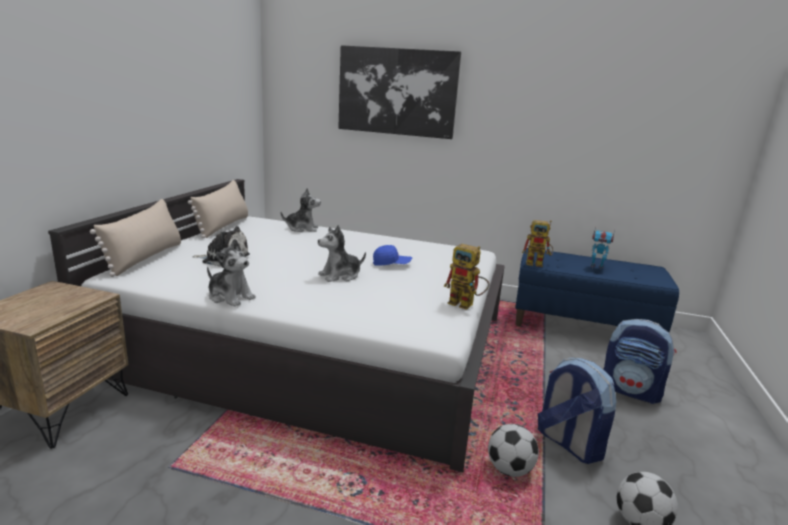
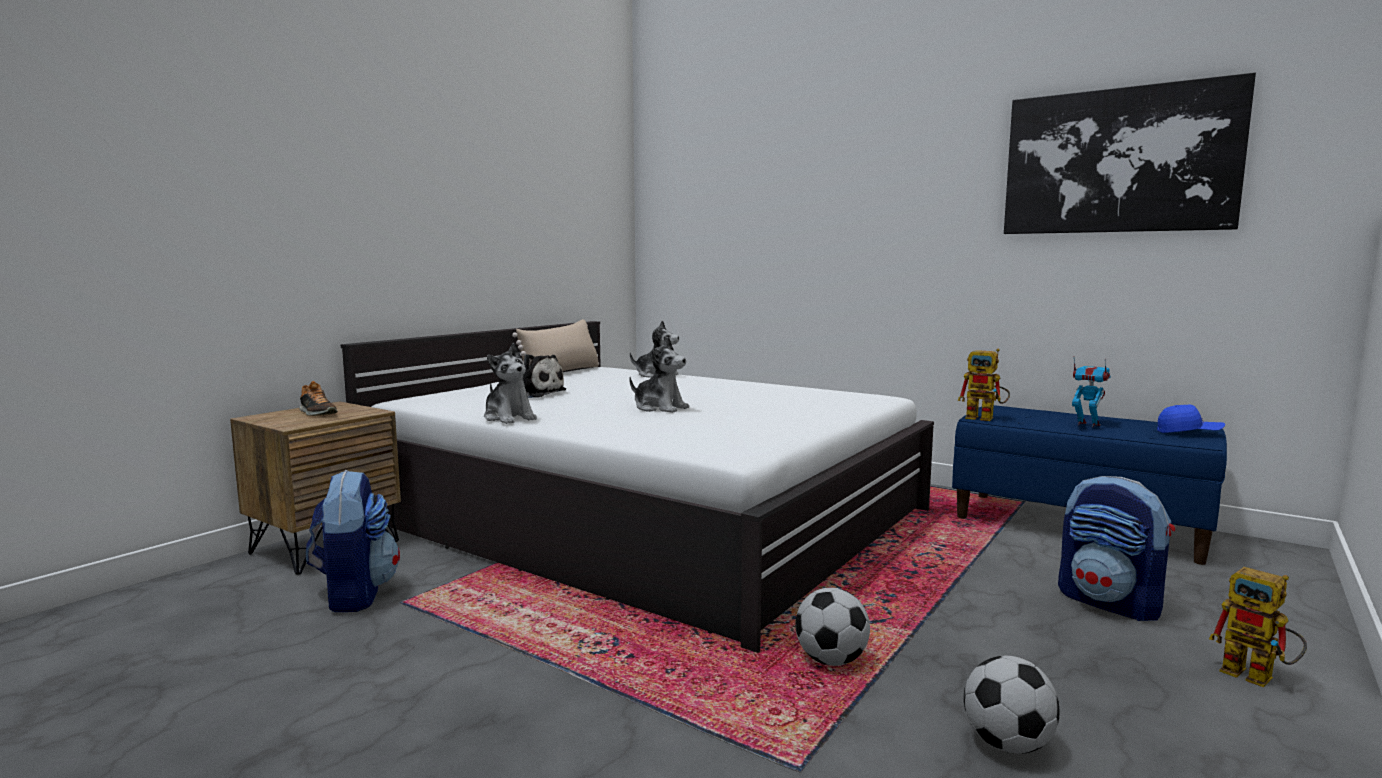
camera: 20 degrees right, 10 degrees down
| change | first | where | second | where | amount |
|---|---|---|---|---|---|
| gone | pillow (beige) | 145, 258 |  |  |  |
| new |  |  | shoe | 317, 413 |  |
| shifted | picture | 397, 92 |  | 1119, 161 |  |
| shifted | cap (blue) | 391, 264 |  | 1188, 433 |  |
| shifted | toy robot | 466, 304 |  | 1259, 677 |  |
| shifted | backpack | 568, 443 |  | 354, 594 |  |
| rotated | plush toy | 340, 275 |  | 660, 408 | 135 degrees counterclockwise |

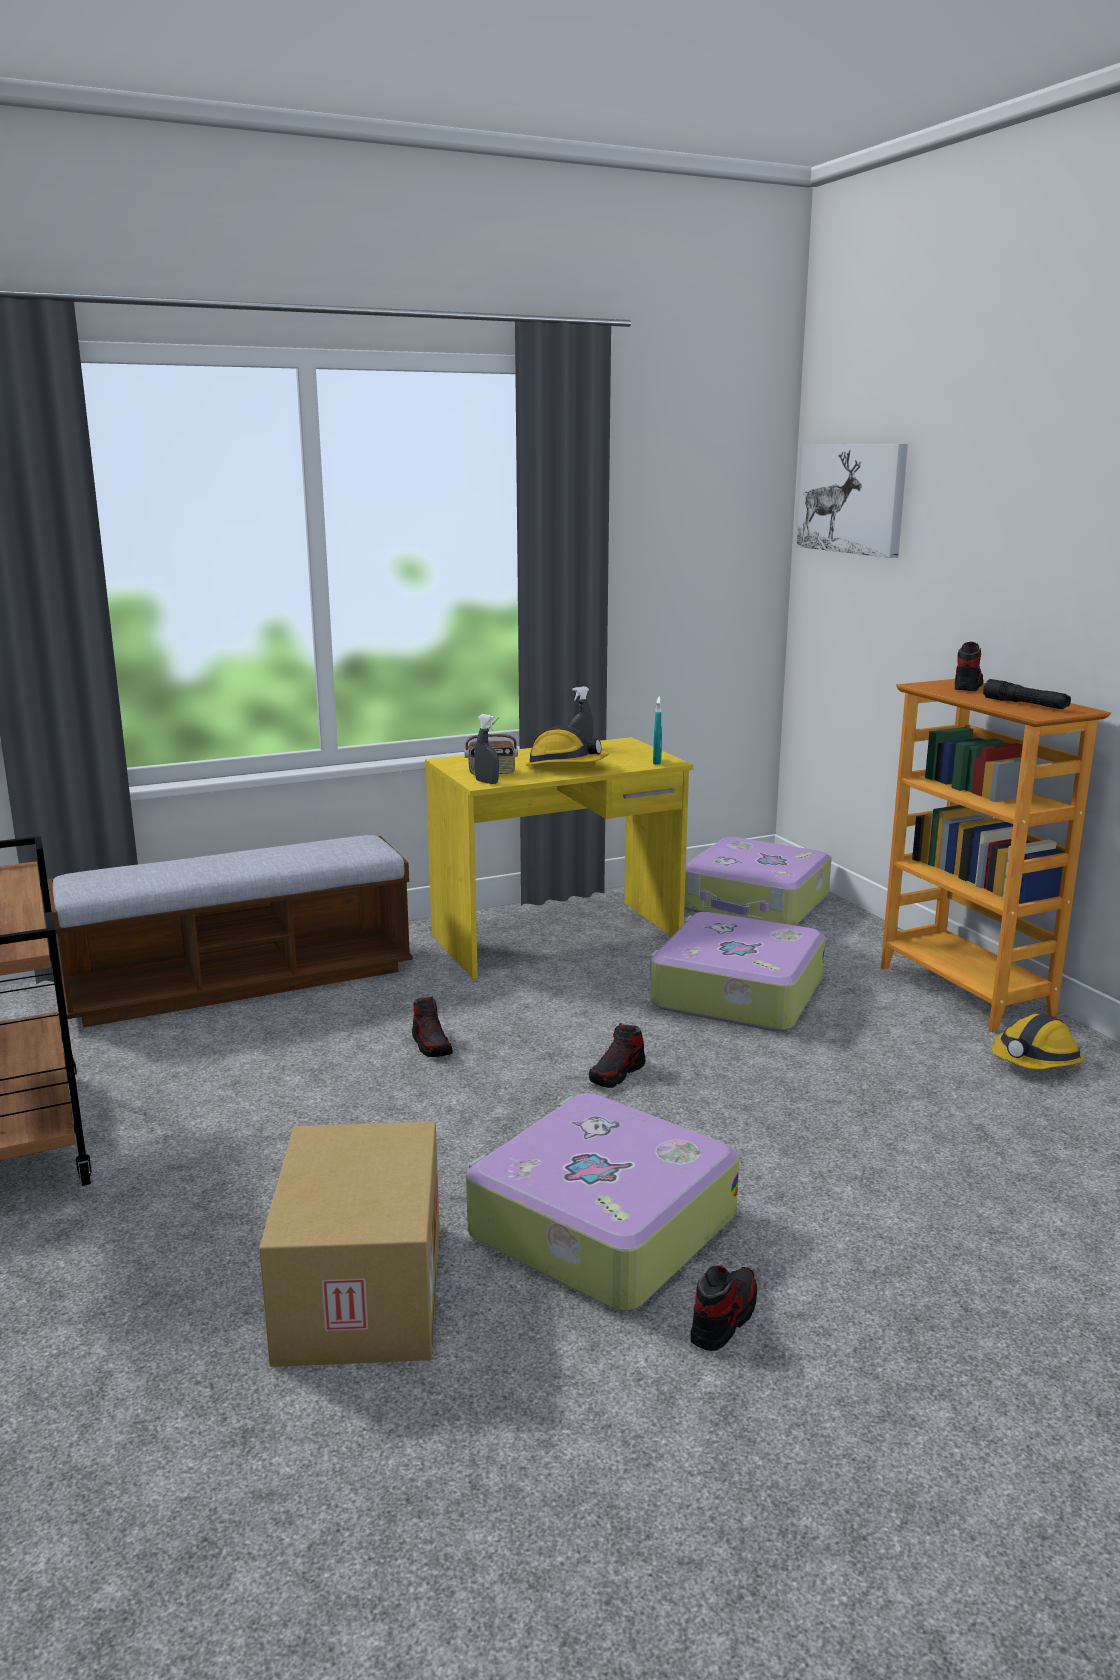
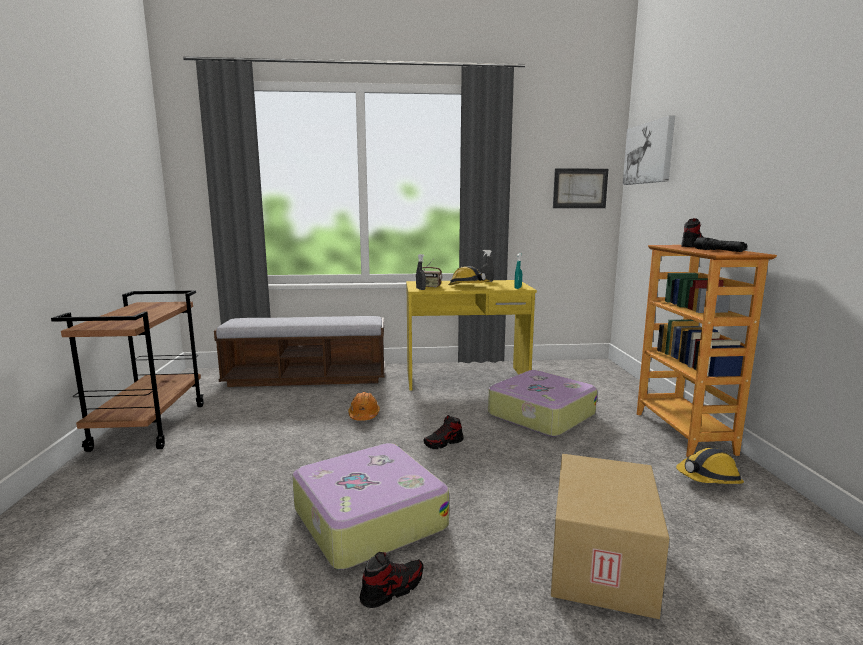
camera: 20 degrees right, 5 degrees down
| change | first | where | second | where | amount |
|---|---|---|---|---|---|
| gone | suitcase | 755, 903 |  |  |  |
| new |  |  | picture | 580, 188 |  |
| shifted | cardboard box | 358, 1290 |  | 599, 560 |  |
| swapped | shoe | 431, 1045 | hard hat (orange) | 364, 415 |  |

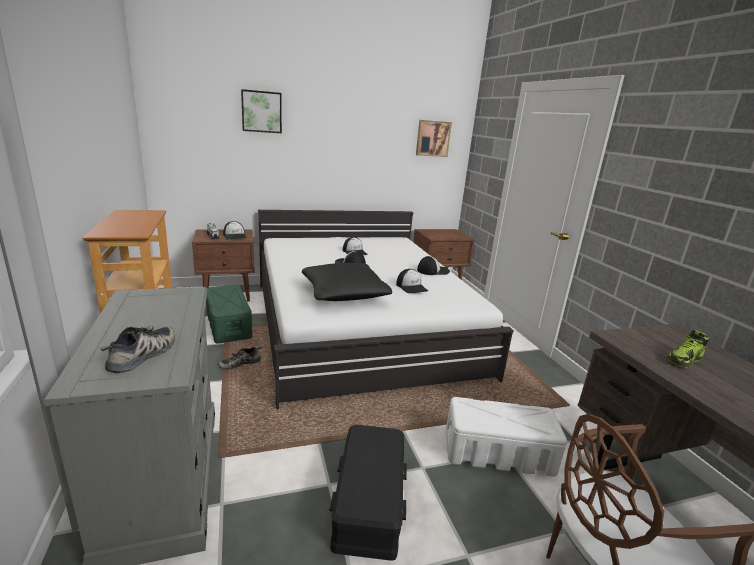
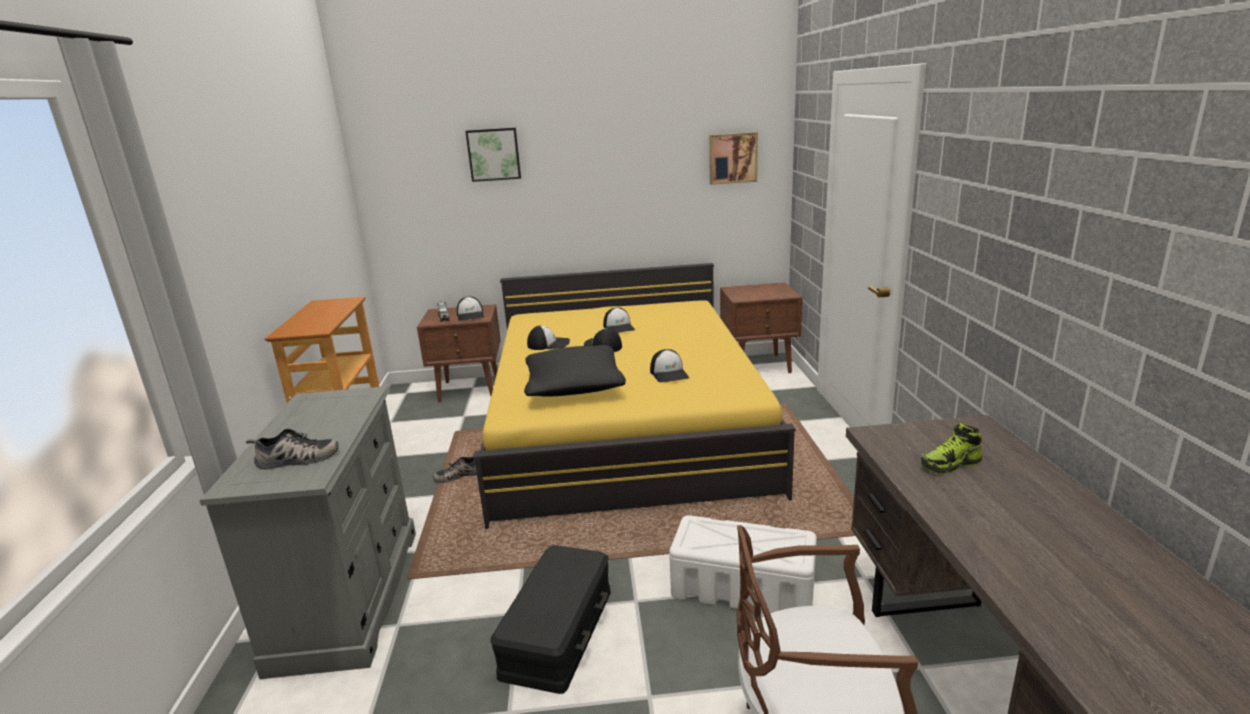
camera: 15 degrees right, 0 degrees up
| change | first | where | second | where | amount |
|---|---|---|---|---|---|
| gone | storage box (green) | 228, 325 |  |  |  |
| shifted | cap | 433, 271 |  | 549, 344 |  |
| repainted | bed (white) | 359, 324 | bed (yellow) | 624, 425 |  |
| rotated | shoe | 144, 355 |  | 296, 460 | 45 degrees clockwise |

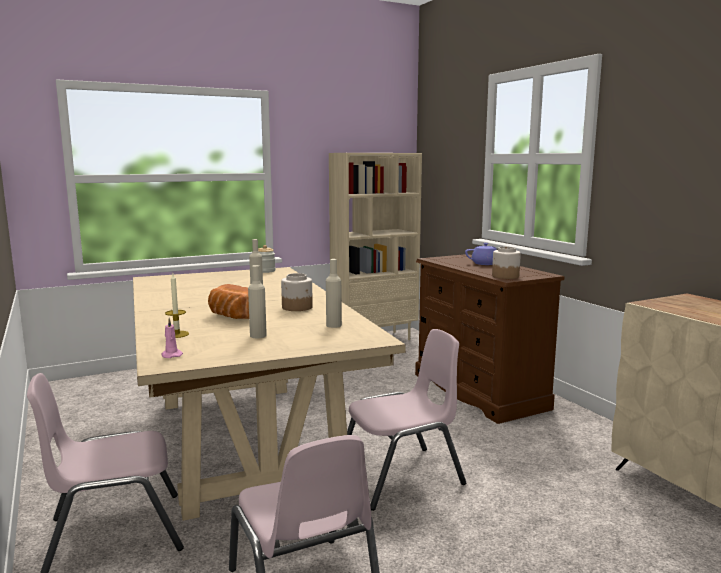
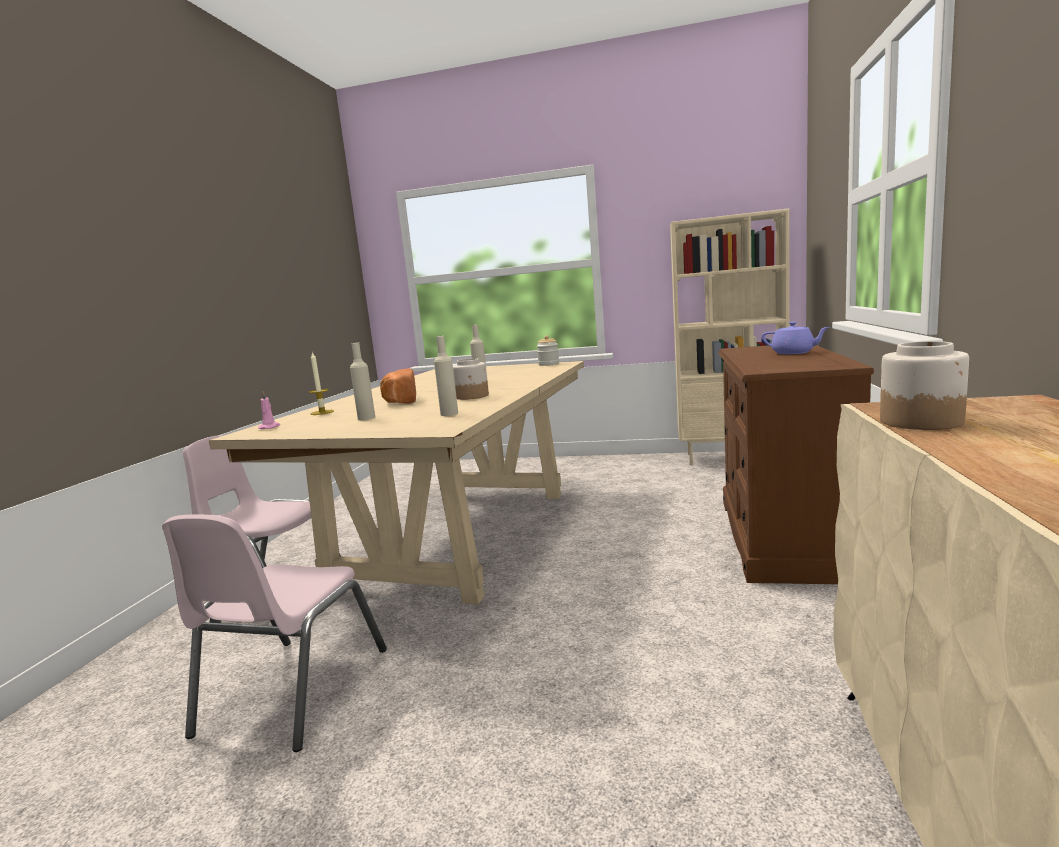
camera: 40 degrees right, 0 degrees up
| change | first | where | second | where | amount |
|---|---|---|---|---|---|
| gone | chair (pink) | 401, 476 |  |  |  |
| shifted | jar | 505, 276 |  | 921, 421 |  |

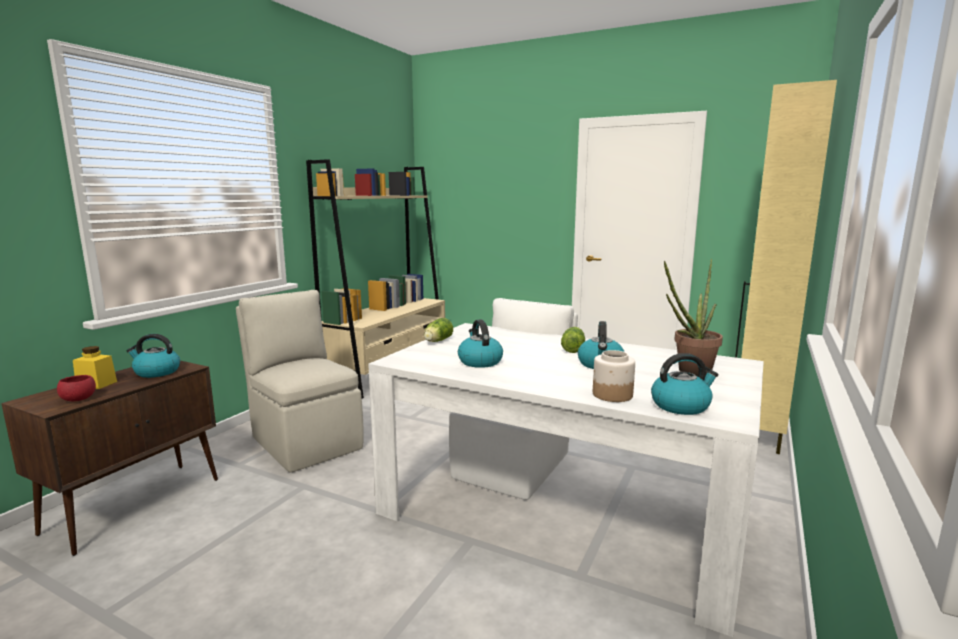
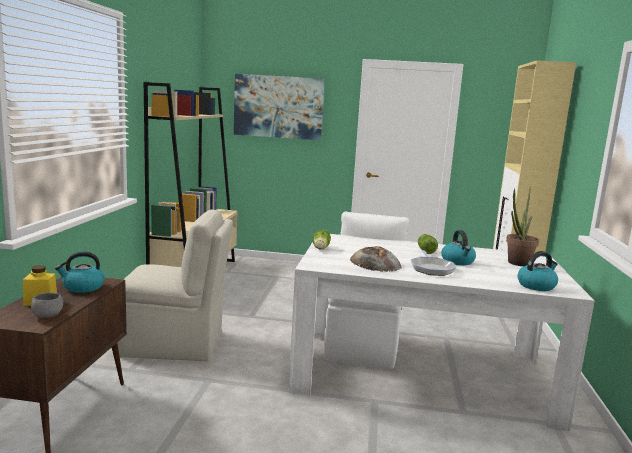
camera: 20 degrees left, 0 degrees up
| change | first | where | second | where | amount |
|---|---|---|---|---|---|
| gone | jar | 612, 395 |  |  |  |
| new |  |  | picture | 278, 107 |  |
| new |  |  | frying pan | 431, 268 |  |
| swapped | kettle | 479, 361 | bread | 375, 263 |  |
| repainted | bowl (red) | 79, 399 | bowl (grey) | 48, 315 |  |
| rotated | chair (beige) | 306, 441 |  | 175, 344 | 150 degrees clockwise |

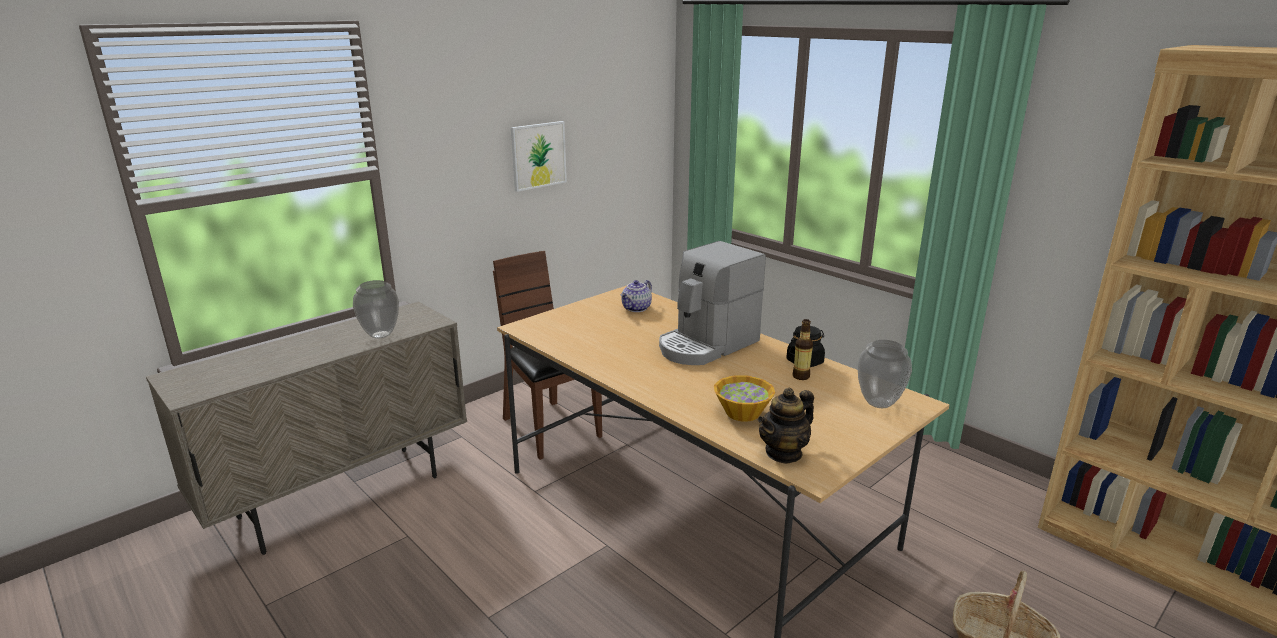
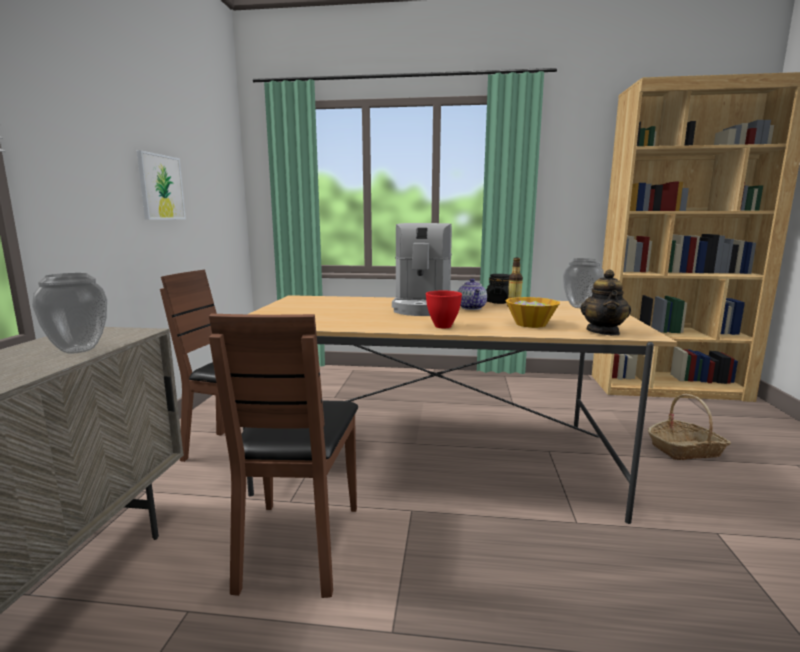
camera: 40 degrees left, 10 degrees down
| change | first | where | second | where | amount |
|---|---|---|---|---|---|
| new |  |  | chair (brown) | 299, 544 |  |
| new |  |  | bowl (red) | 443, 326 |  |
| shifted | teapot | 637, 308 |  | 472, 308 |  |

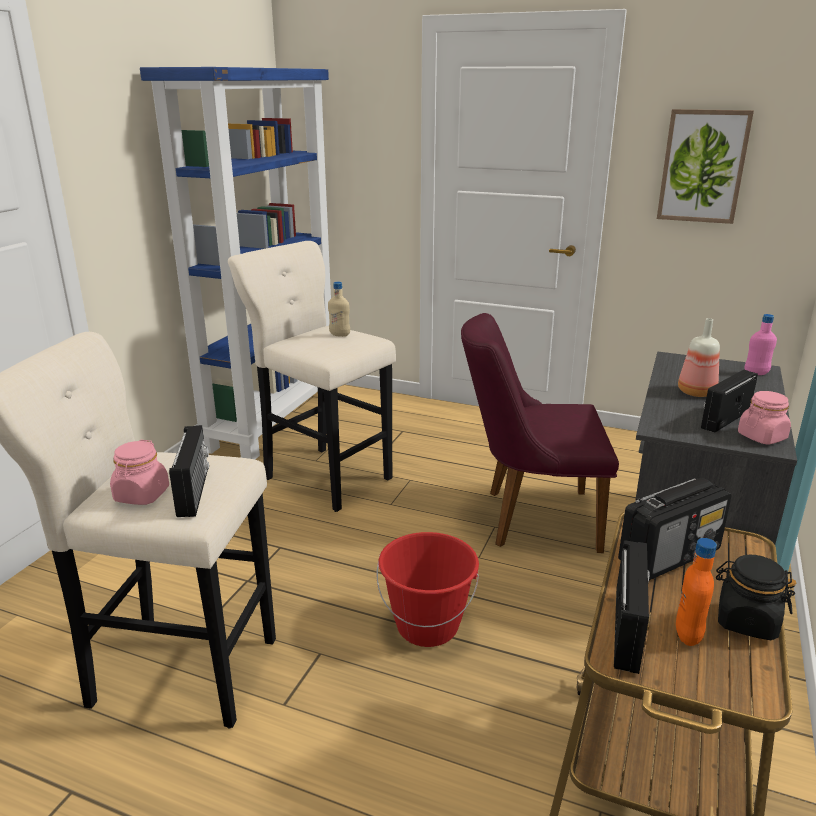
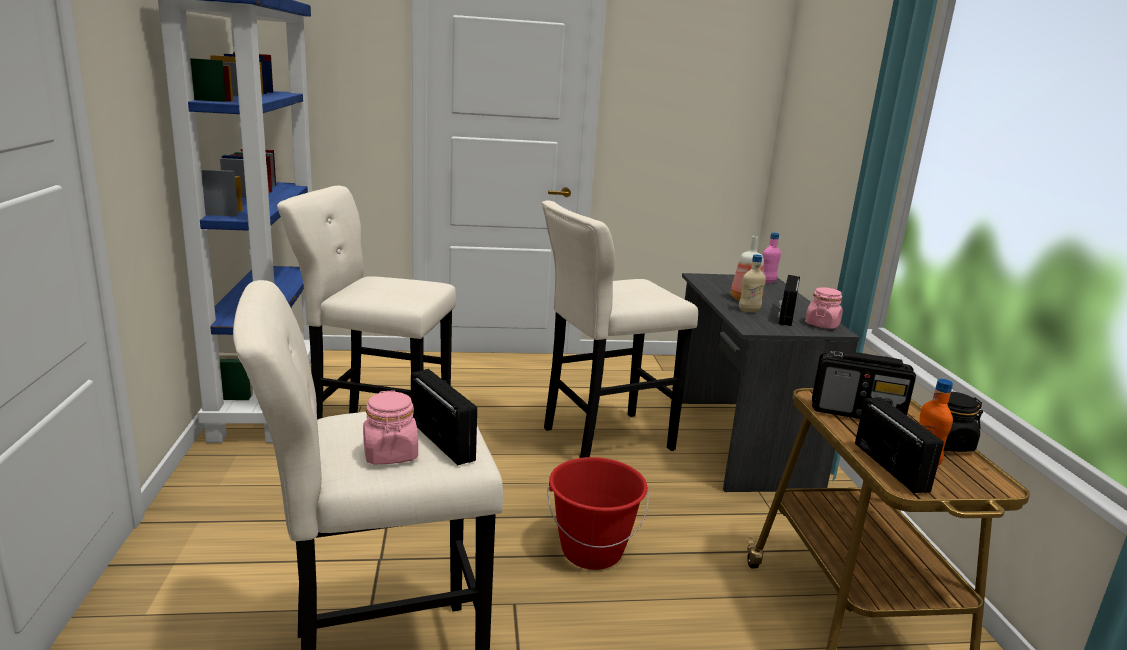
camera: 30 degrees left, 5 degrees down
| change | first | where | second | where | amount |
|---|---|---|---|---|---|
| gone | picture | 703, 166 |  |  |  |
| shifted | bottle (beige) | 339, 335 |  | 749, 310 |  |
| swapped | chair (purple) | 529, 518 | stool (beige) | 601, 440 |  |
| rotated | radio | 670, 555 |  | 857, 413 | 75 degrees clockwise |

